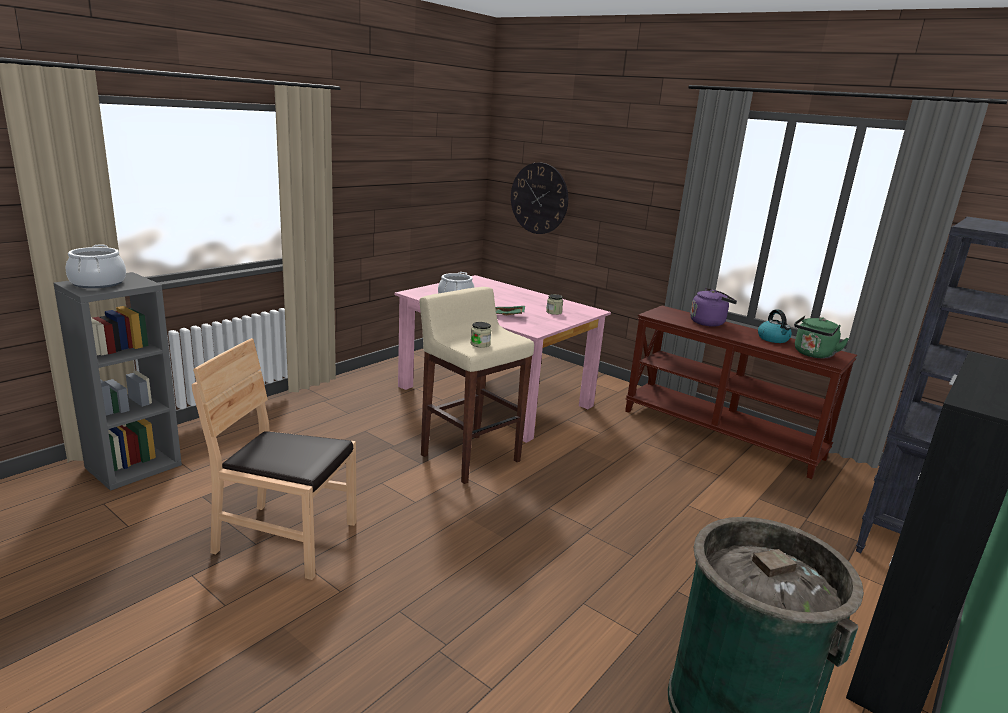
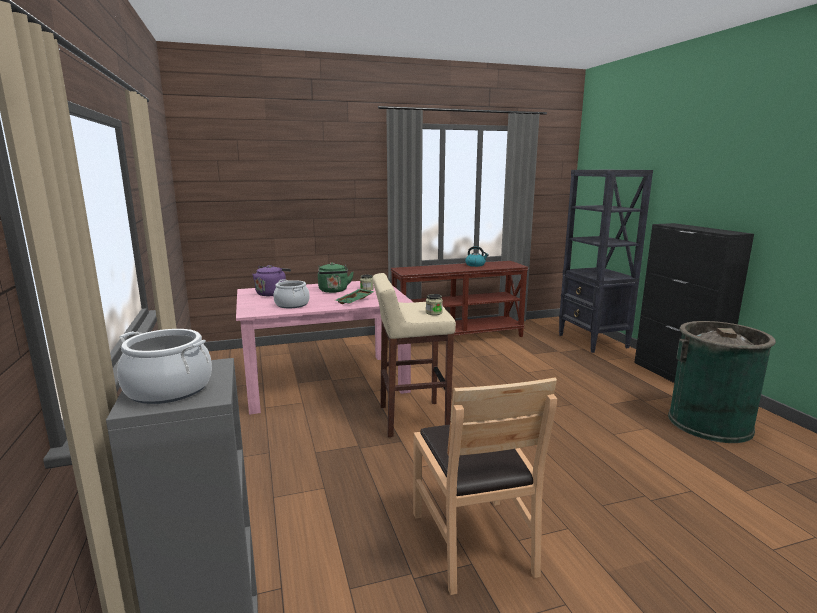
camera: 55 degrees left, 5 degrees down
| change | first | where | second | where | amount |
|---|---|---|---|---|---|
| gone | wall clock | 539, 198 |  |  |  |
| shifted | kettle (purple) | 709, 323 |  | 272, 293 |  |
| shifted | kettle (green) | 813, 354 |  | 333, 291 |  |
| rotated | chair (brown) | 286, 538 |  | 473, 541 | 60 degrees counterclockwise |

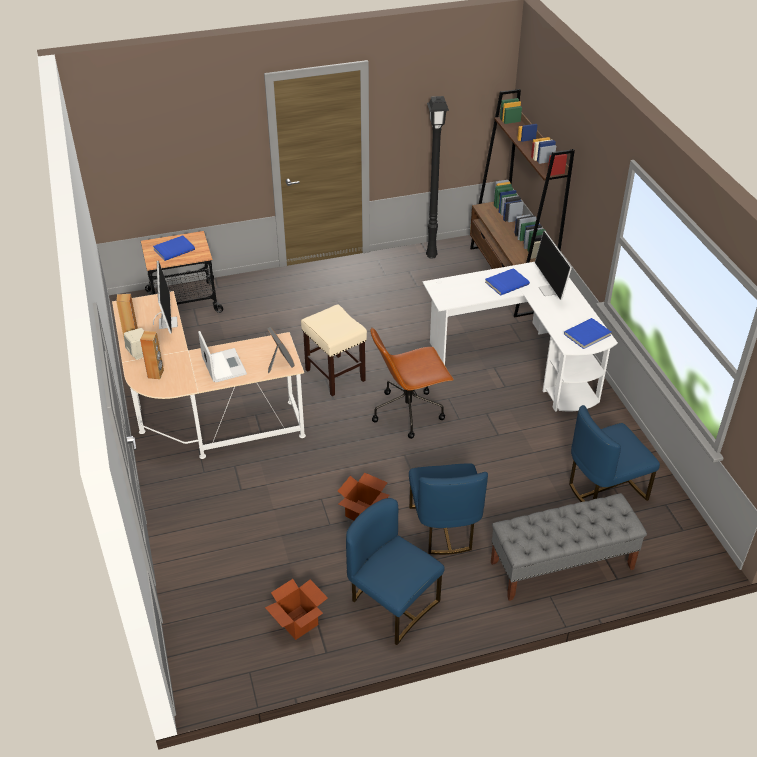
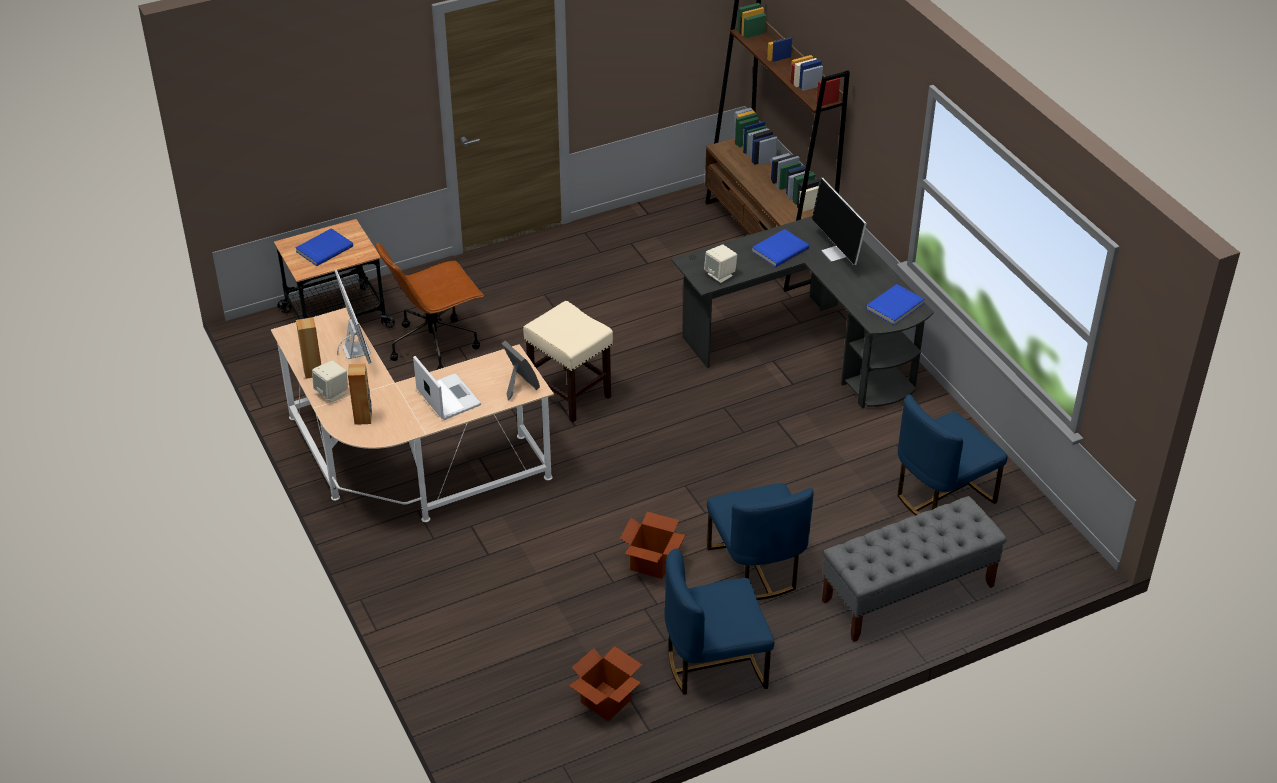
camera: 10 degrees left, 0 degrees up
| change | first | where | second | where | amount |
|---|---|---|---|---|---|
| gone | floor lamp (black) | 430, 255 |  |  |  |
| new |  |  | speaker (beige) | 720, 275 |  |
| shifted | office chair (brown) | 409, 412 |  | 435, 344 |  |
| repainted | desk (white) | 522, 360 | desk (black) | 807, 346 |  |
| rotated | chair (blue) | 392, 604 |  | 715, 664 | 45 degrees counterclockwise |

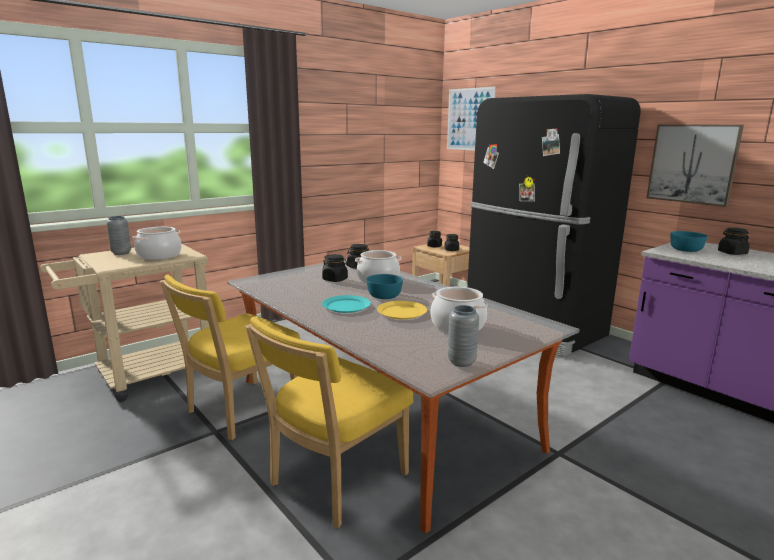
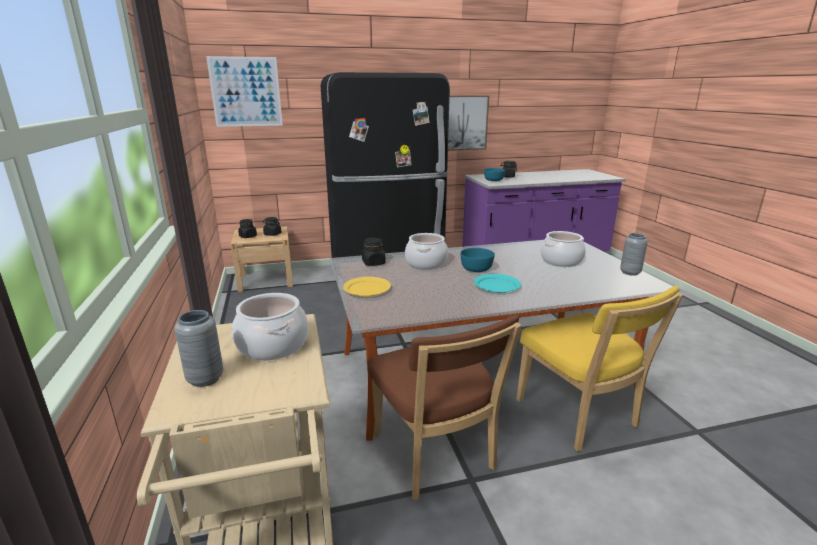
camera: 65 degrees left, 5 degrees up
| change | first | where | second | where | amount |
|---|---|---|---|---|---|
| gone | jar (black) | 335, 279 |  |  |  |
| shifted | plate (yellow) | 401, 312 |  | 367, 289 |  |
| repainted | chair (yellow) | 239, 411 | chair (brown) | 435, 455 |  |

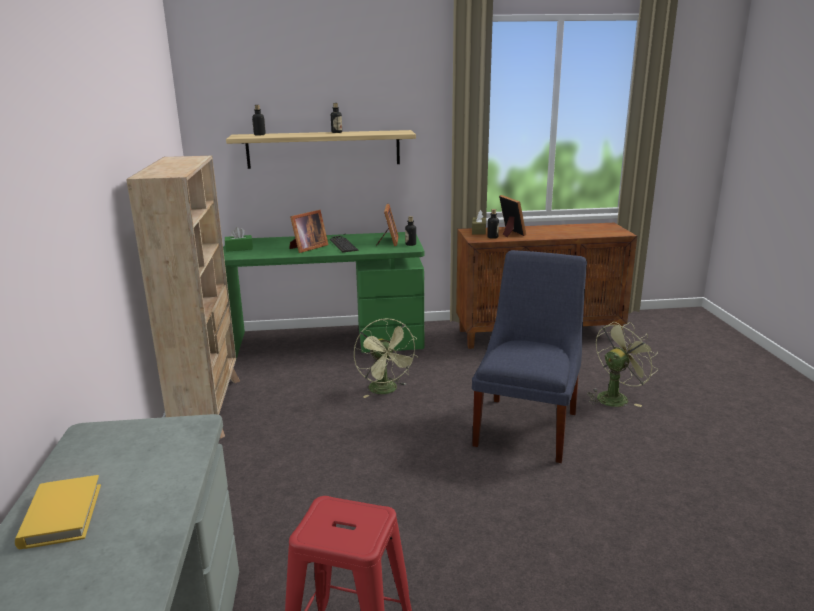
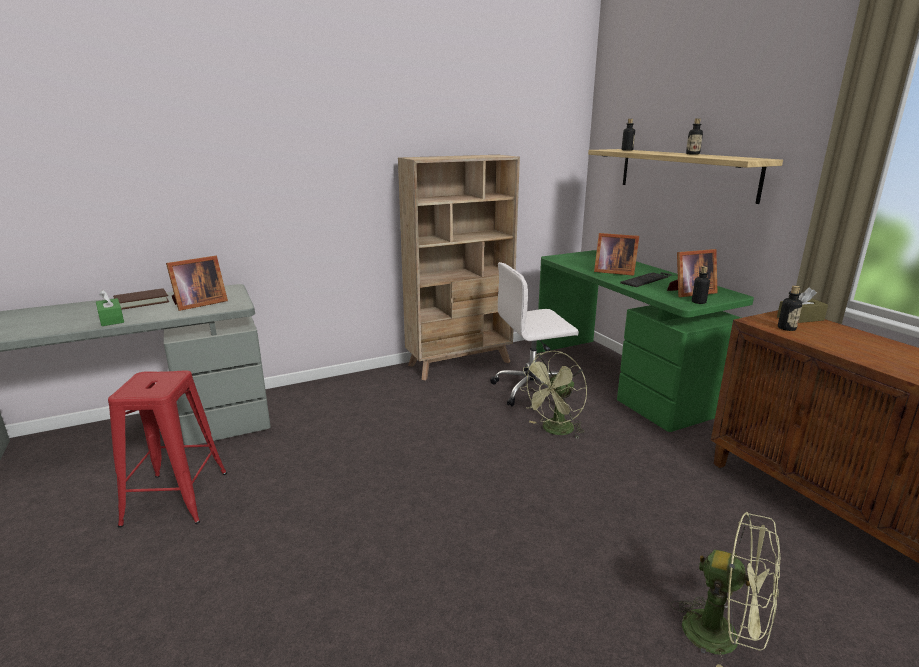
camera: 70 degrees right, 0 degrees up
| change | first | where | second | where | amount |
|---|---|---|---|---|---|
| gone | chair (blue) | 528, 425 |  |  |  |
| new |  |  | office chair (white) | 532, 390 |  |
| shifted | tissue box (green) | 239, 248 |  | 111, 319 |  |
| shifted | picture frame | 509, 233 |  | 198, 304 |  |
| repainted | book (yellow) | 61, 515 | book (brown) | 142, 302 |  |

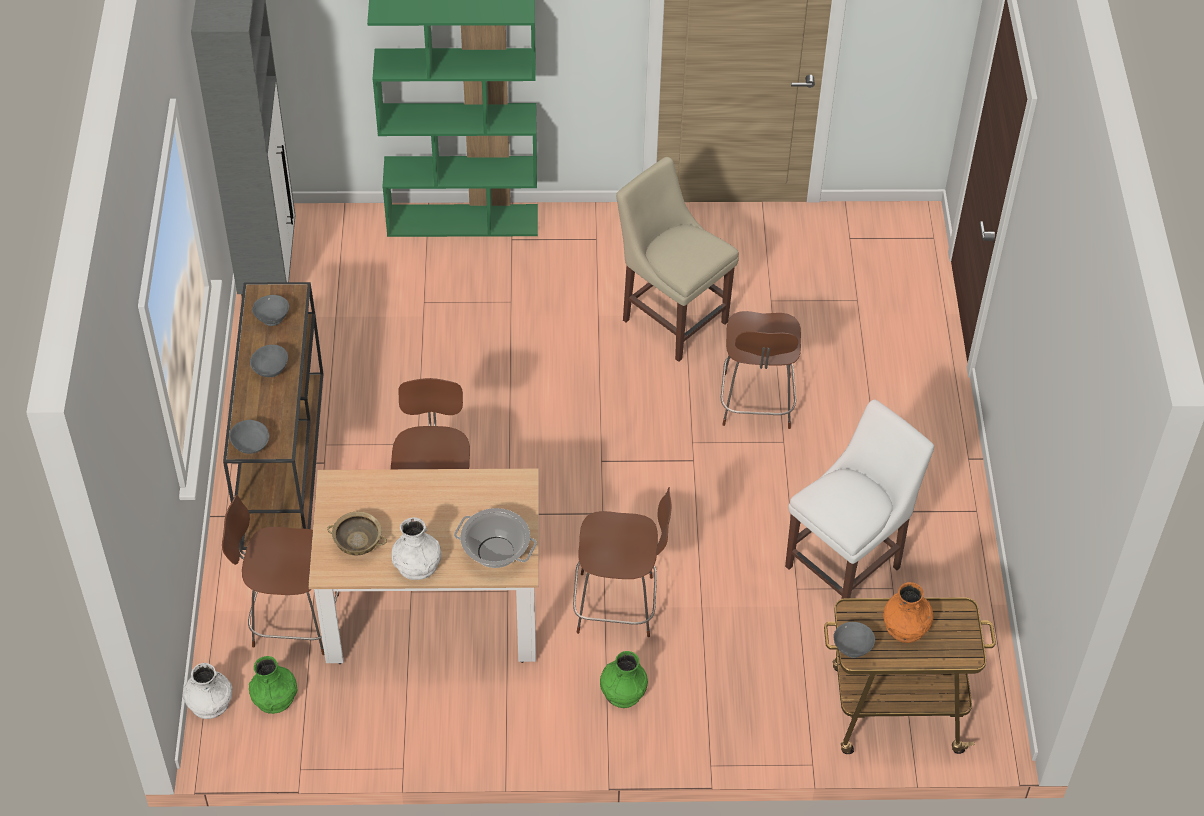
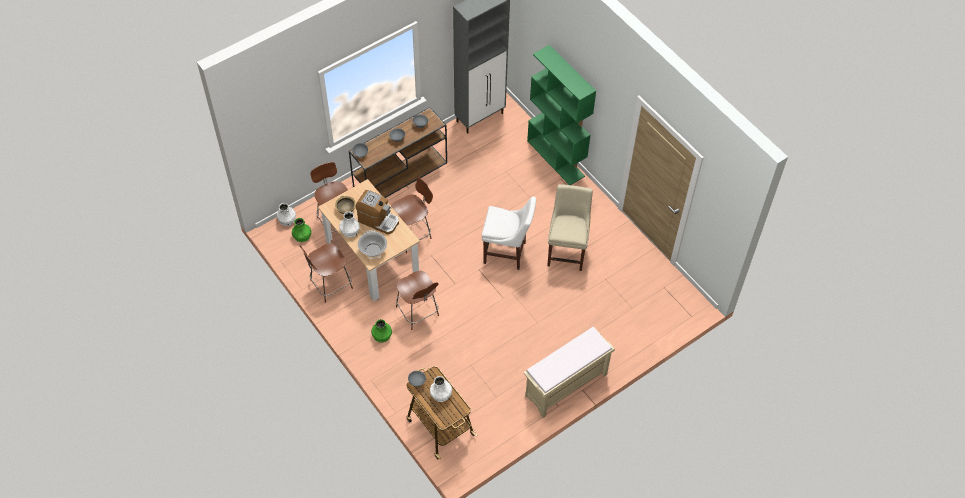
camera: 55 degrees right, 5 degrees up
| change | first | where | second | where | amount |
|---|---|---|---|---|---|
| new |  |  | coffee machine | 378, 220 |  |
| new |  |  | bench (beige) | 565, 386 |  |
| shifted | stool (brown) | 756, 404 |  | 330, 285 |  |
| shifted | chair (white) | 847, 564 |  | 507, 253 |  |
| repainted | vase (orange) | 905, 625 | vase (white) | 441, 394 |  |

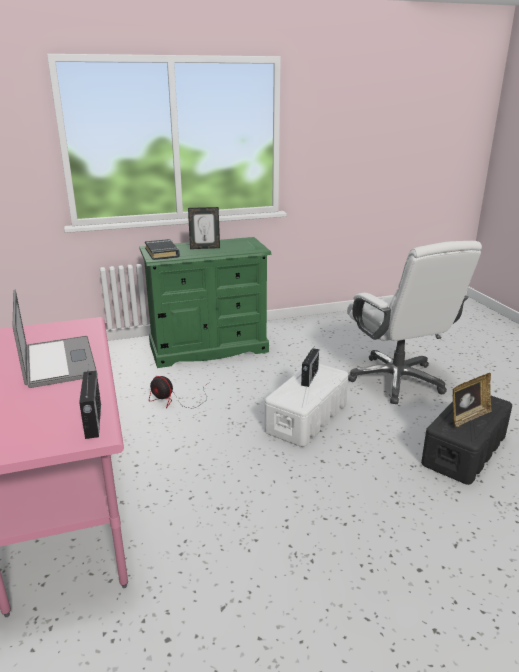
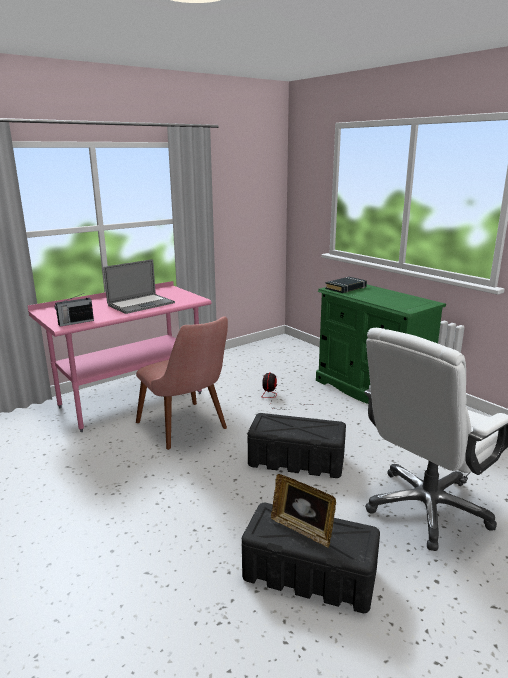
camera: 70 degrees right, 5 degrees down
| change | first | where | second | where | amount |
|---|---|---|---|---|---|
| gone | picture frame | 205, 248 |  |  |  |
| gone | radio | 309, 378 |  |  |  |
| new |  |  | chair (pink) | 188, 429 |  |
| repainted | storage box (white) | 307, 418 | storage box (black) | 297, 460 |  |

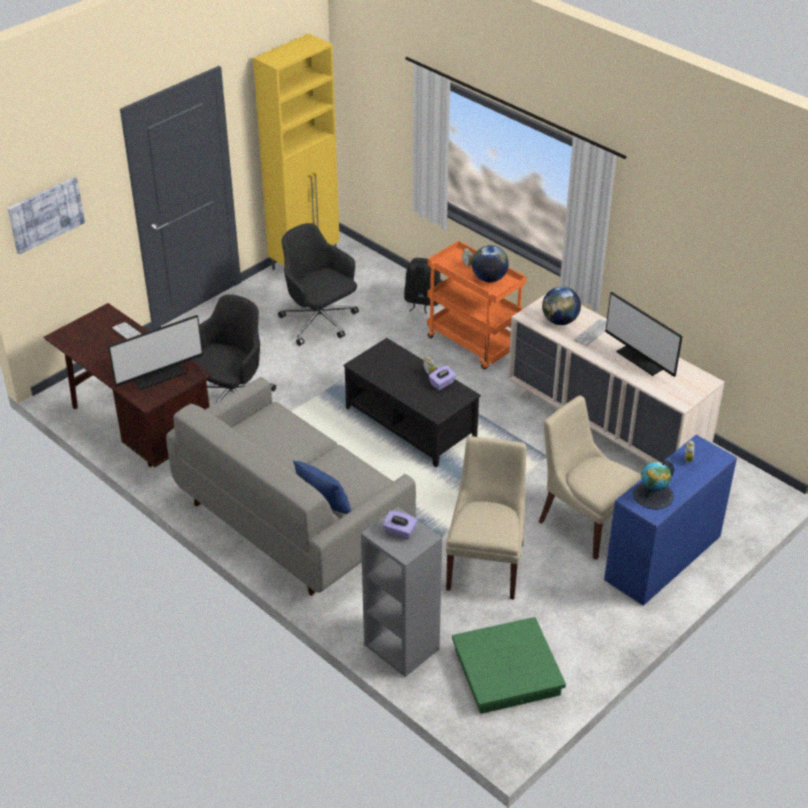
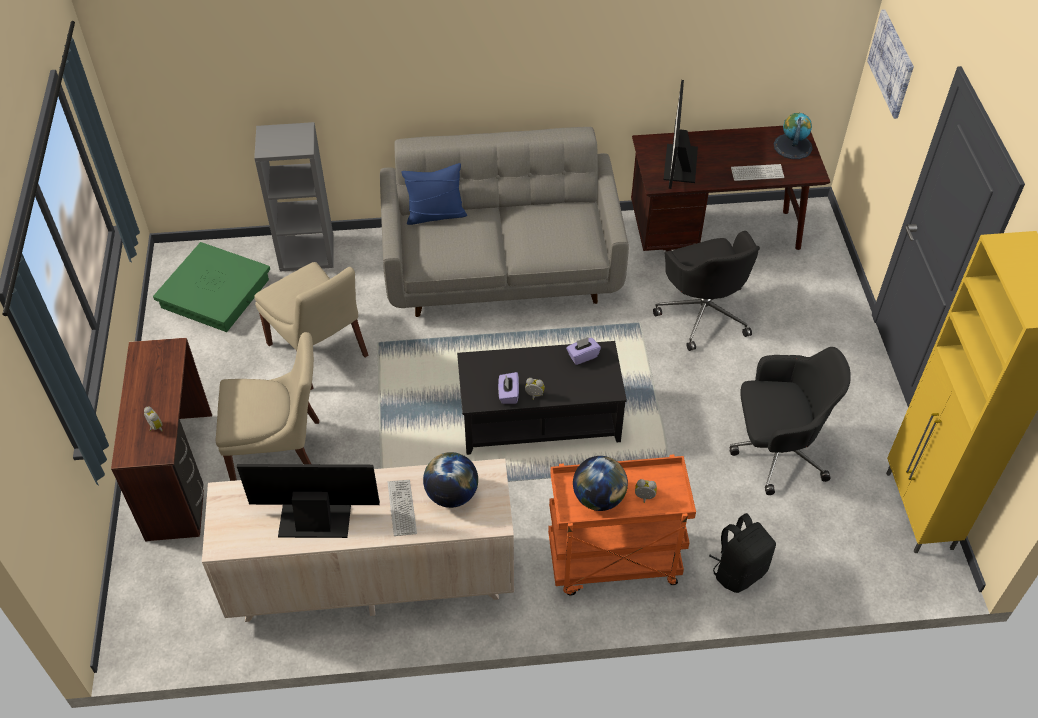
camera: 130 degrees right, 10 degrees up
| change | first | where | second | where | amount |
|---|---|---|---|---|---|
| shifted | tissue box (purple) | 399, 532 |  | 582, 356 |  |
| shifted | globe | 653, 495 |  | 792, 146 |  |
| repainted | desk (blue) | 661, 557 | desk (brown) | 181, 475 |  |

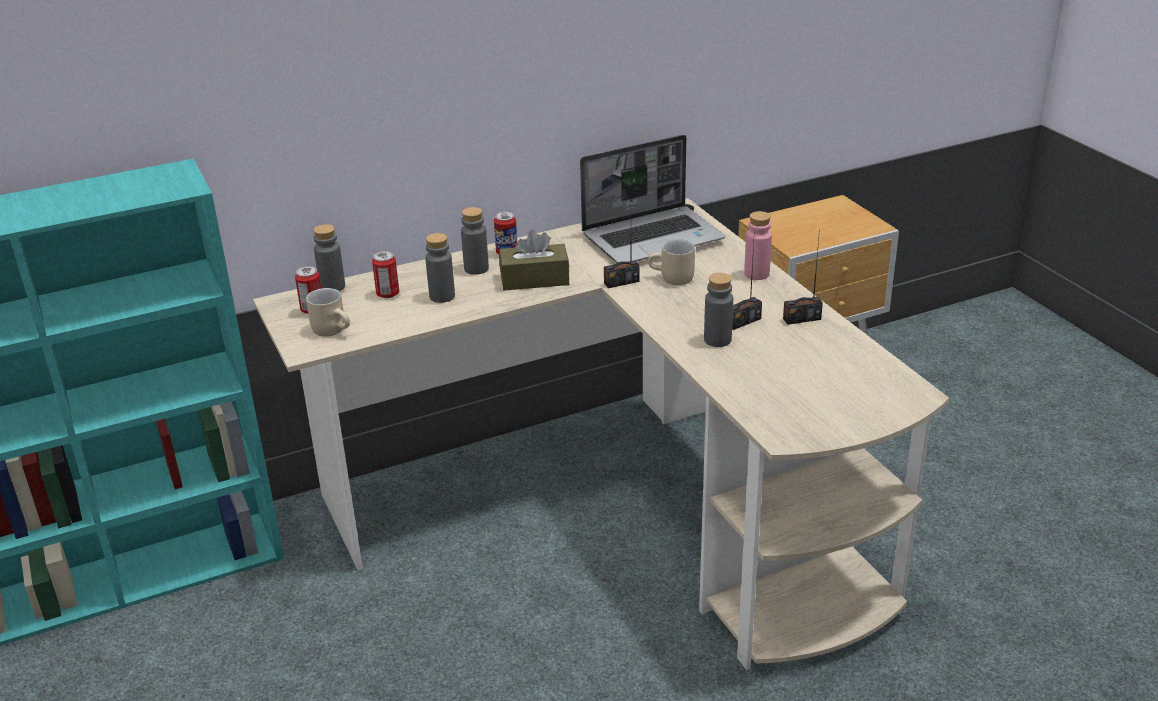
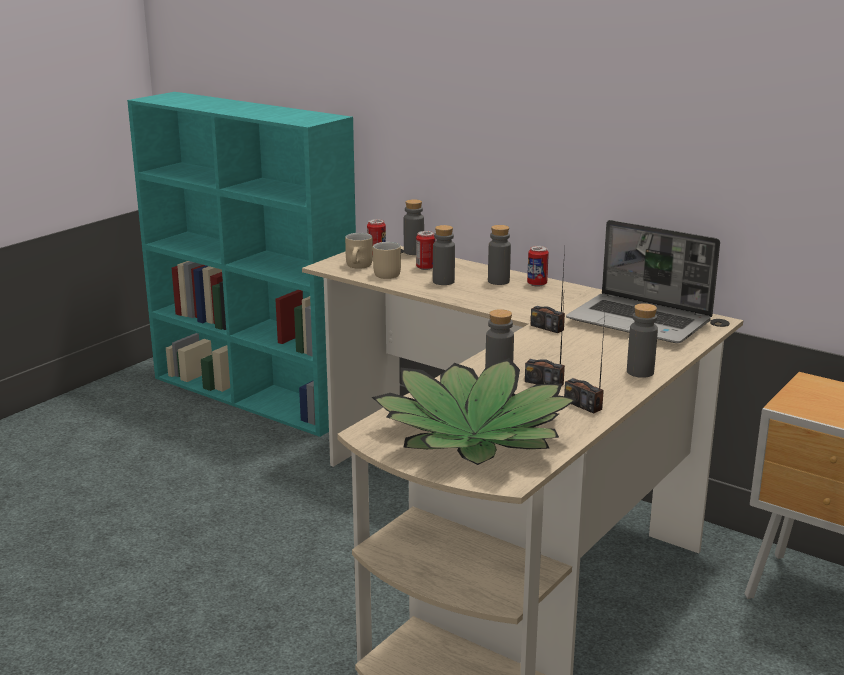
camera: 60 degrees right, 10 degrees down
| change | first | where | second | where | amount |
|---|---|---|---|---|---|
| gone | tissue box (brown) | 534, 279 |  |  |  |
| new |  |  | potted plant | 475, 434 |  |
| shifted | mug (beige) | 672, 279 |  | 384, 274 |  |
| repainted | bottle (pink) | 756, 274 | bottle (grey) | 640, 372 |  |

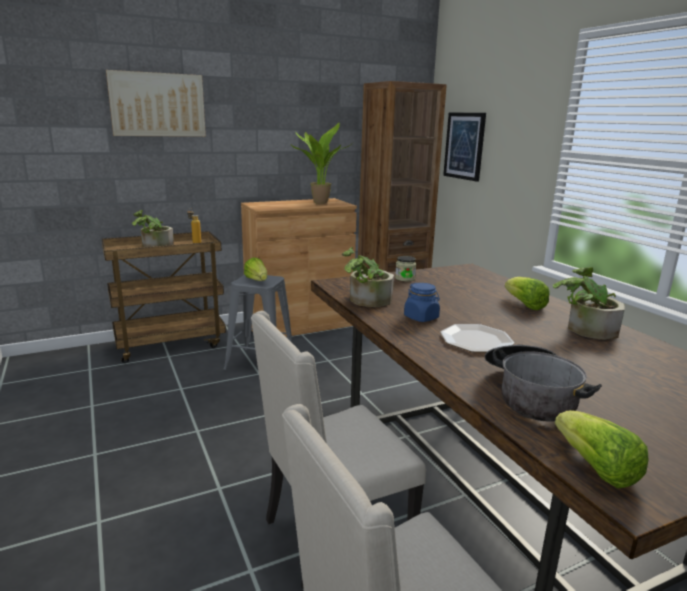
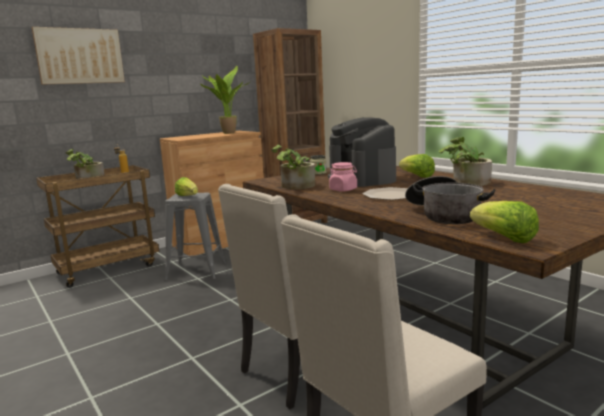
camera: 10 degrees left, 5 degrees down
| change | first | where | second | where | amount |
|---|---|---|---|---|---|
| gone | picture | 464, 146 |  |  |  |
| new |  |  | coffee machine | 362, 179 |  |
| repainted | jar (blue) | 421, 317 | jar (pink) | 343, 190 |  |

